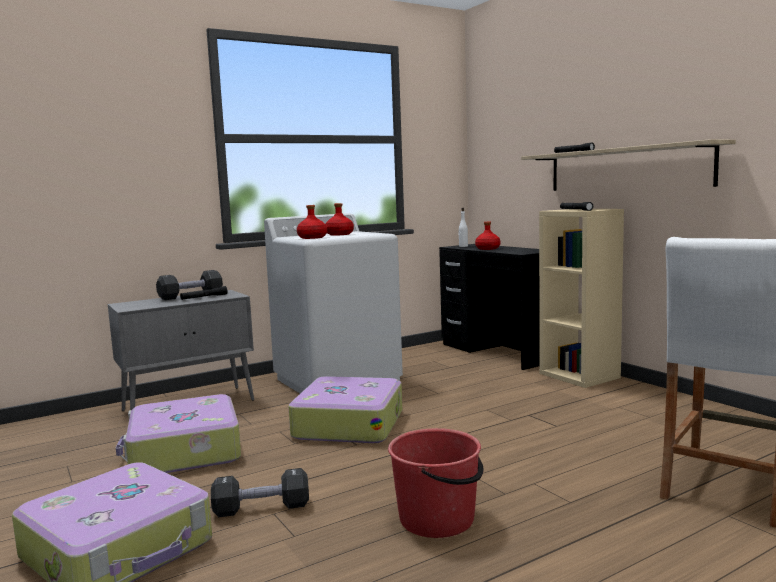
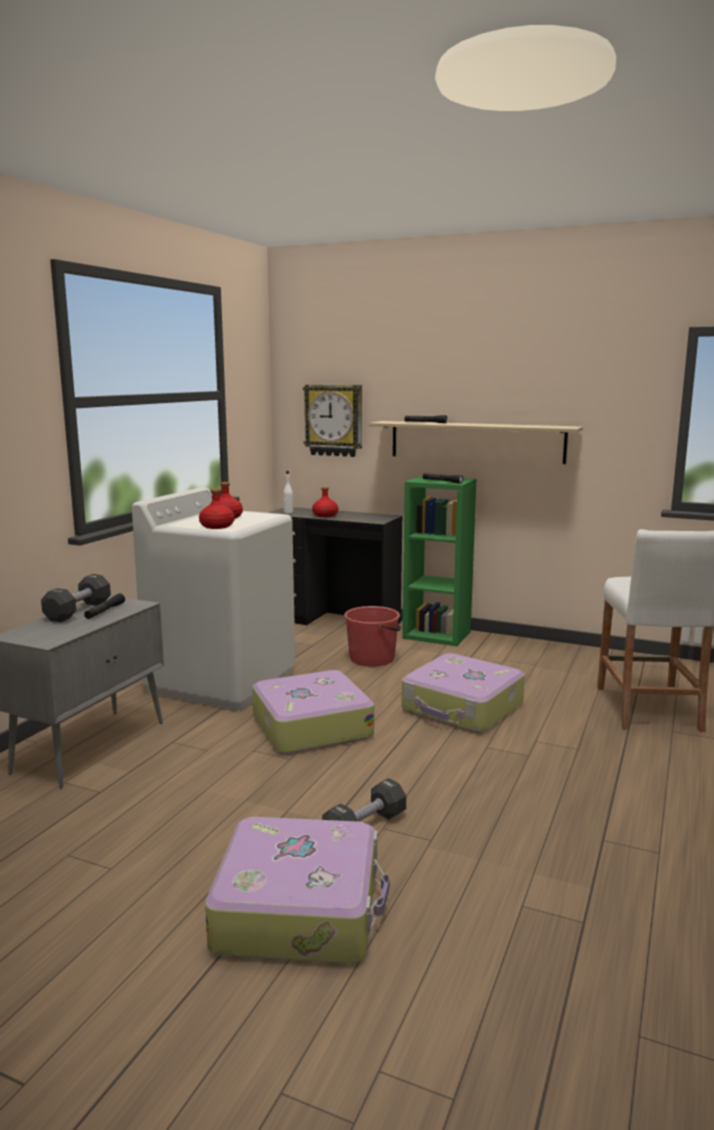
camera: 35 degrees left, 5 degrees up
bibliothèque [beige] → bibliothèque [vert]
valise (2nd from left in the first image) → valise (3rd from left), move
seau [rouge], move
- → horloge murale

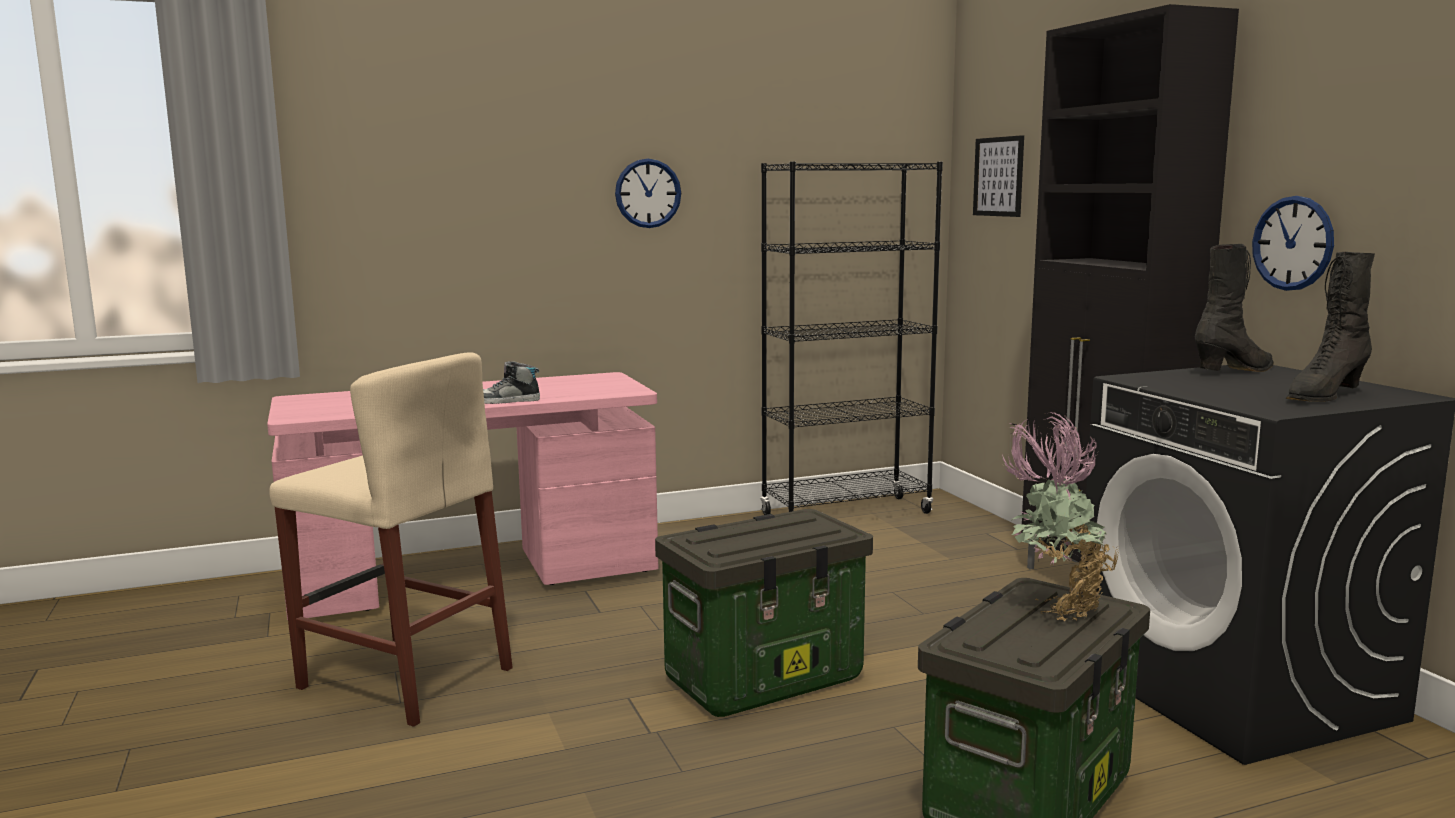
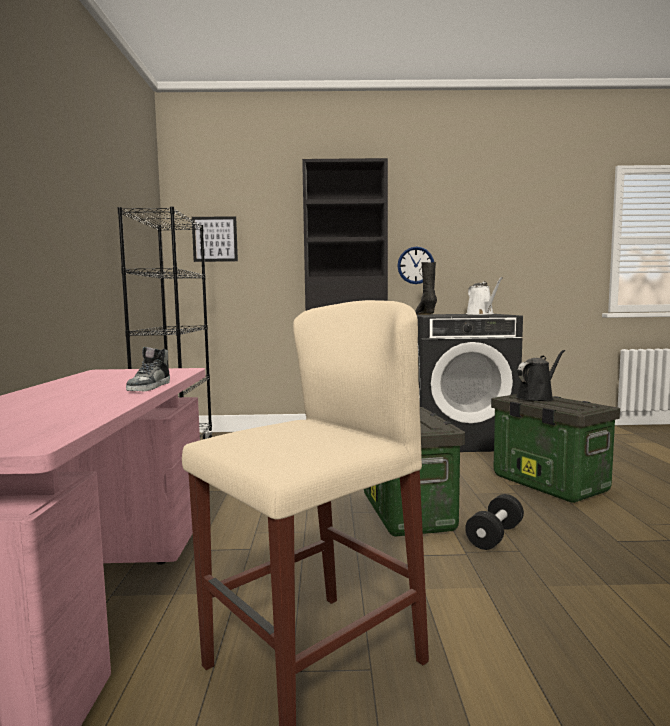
camera: 70 degrees left, 5 degrees down
horloge murale (1st from left) → -
botte [noir] (2nd from left) → arrosoir [blanc]
plante en pot → arrosoir [noir]
- → haltère [noir]

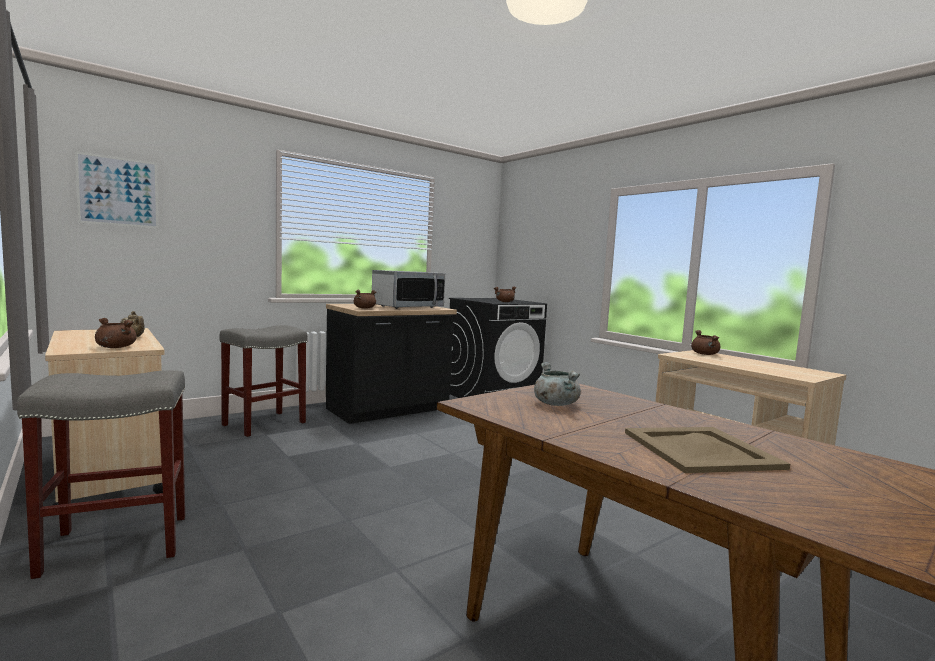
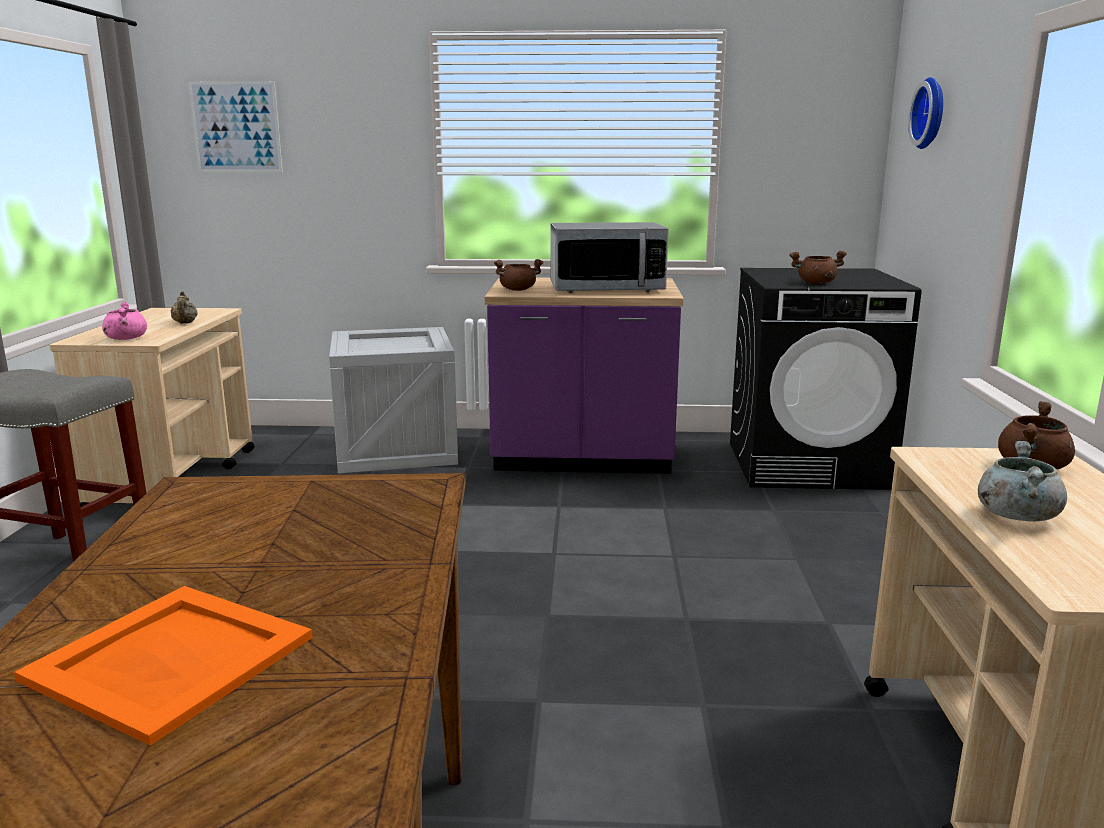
camera: 40 degrees right, 10 degrees up
comptoir de cuisine [noir] → comptoir de cuisine [violet]
marmite [marron] (1st from left) → marmite [rose]
tabouret [gris] (2nd from left) → caisse
marmite [gris], move
plateau [beige] → plateau [orange]
- → horloge murale

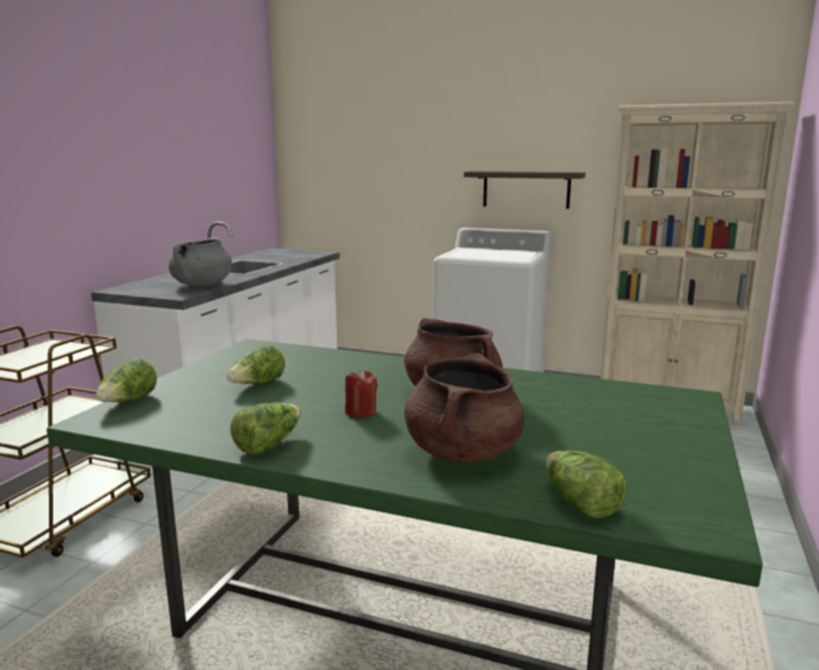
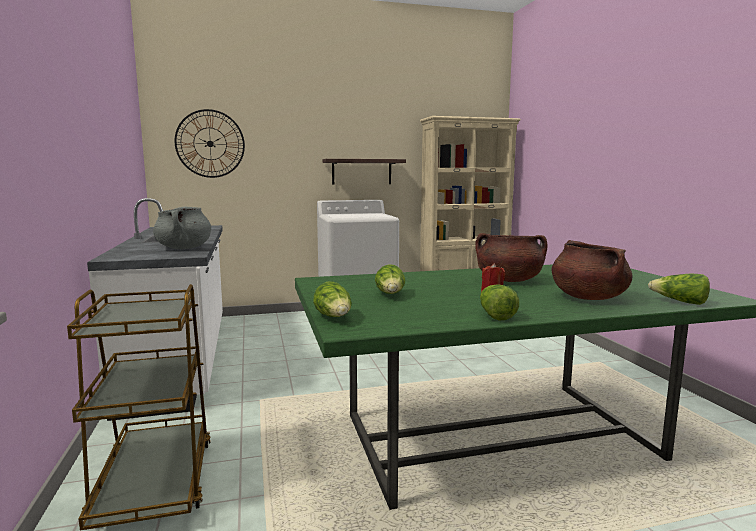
camera: 35 degrees left, 5 degrees down
- → horloge murale

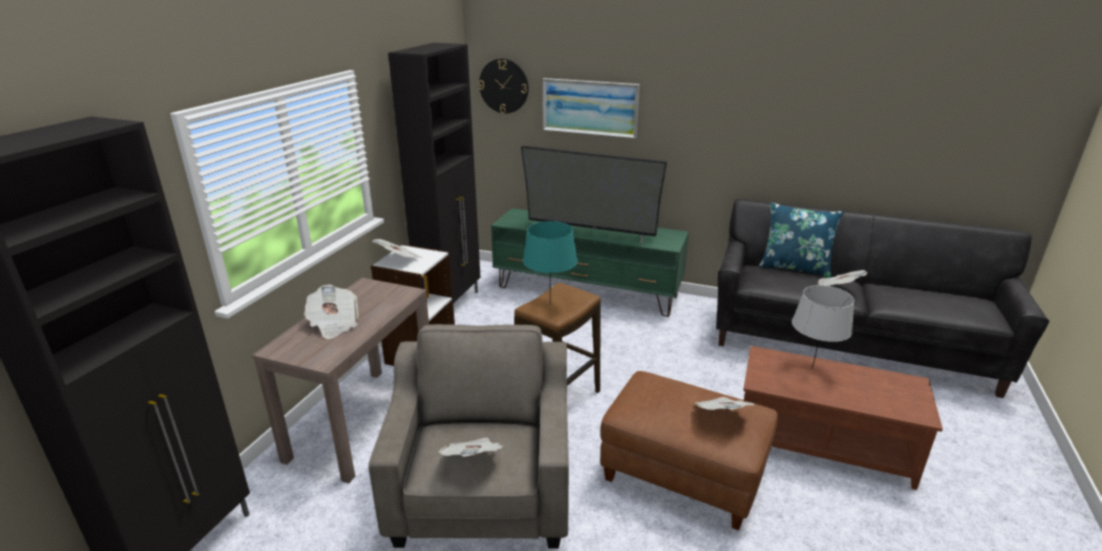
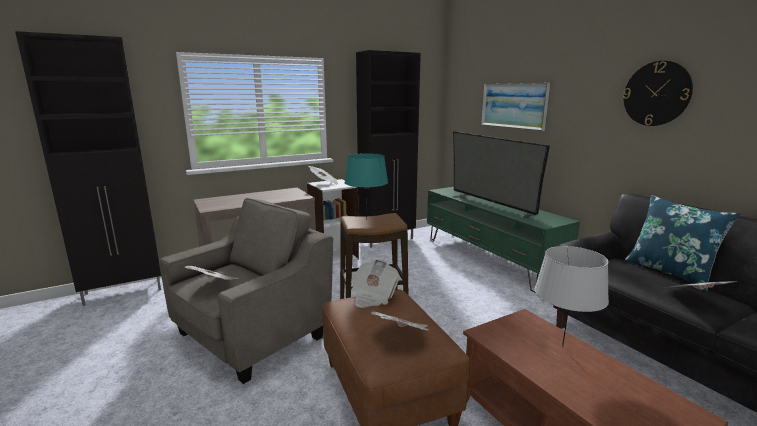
camera: 40 degrees right, 10 degrees down
horloge murale, move
journal (1st from left in the first image) → journal (3rd from left), move

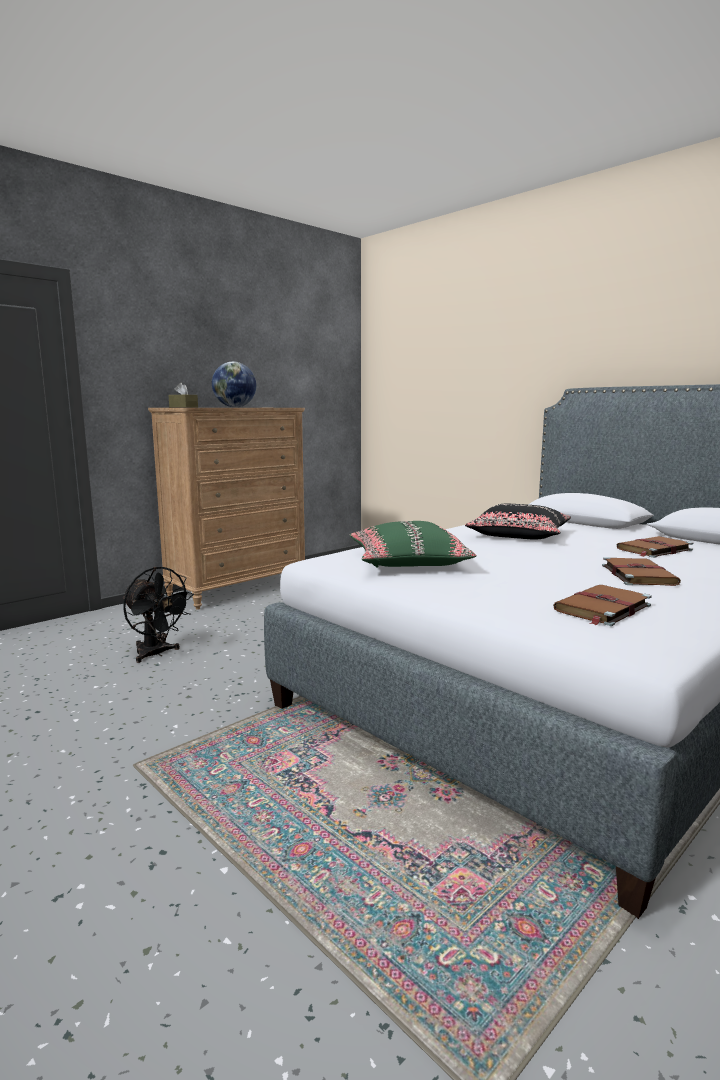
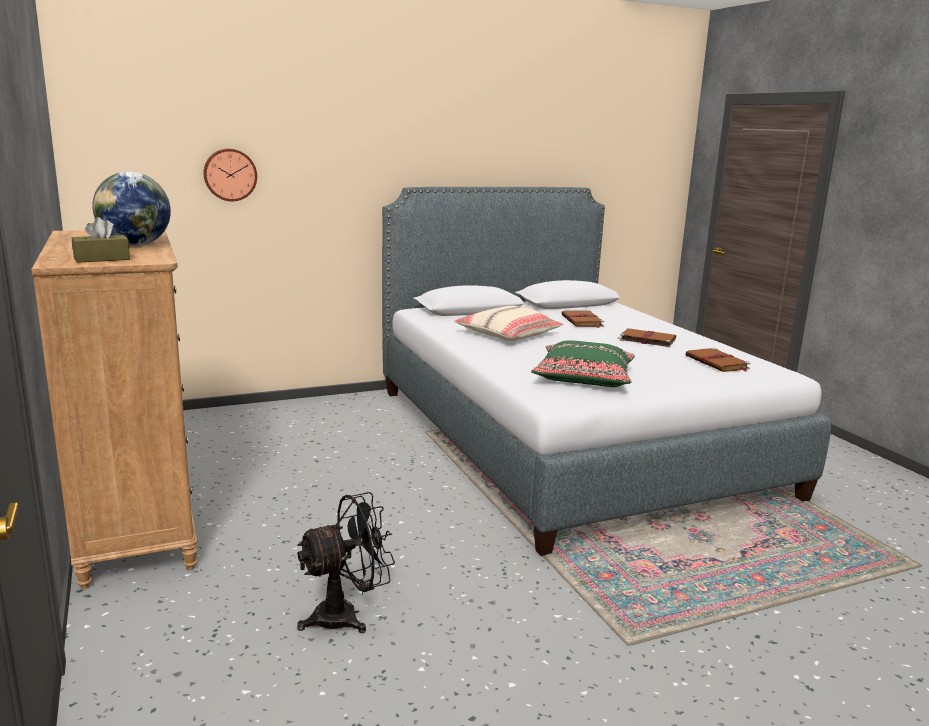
camera: 70 degrees left, 5 degrees up
coussin [noir] → coussin [beige]
- → horloge murale

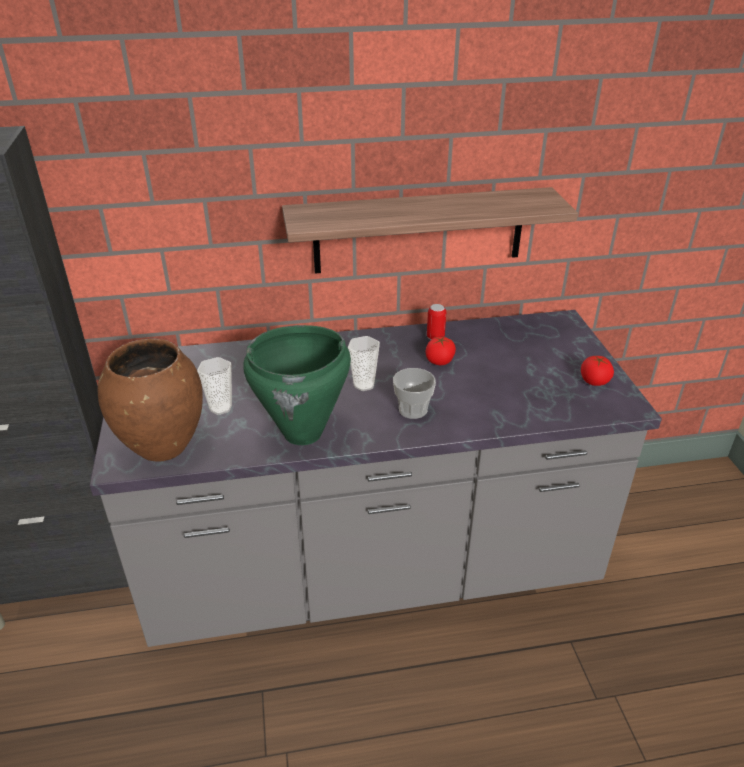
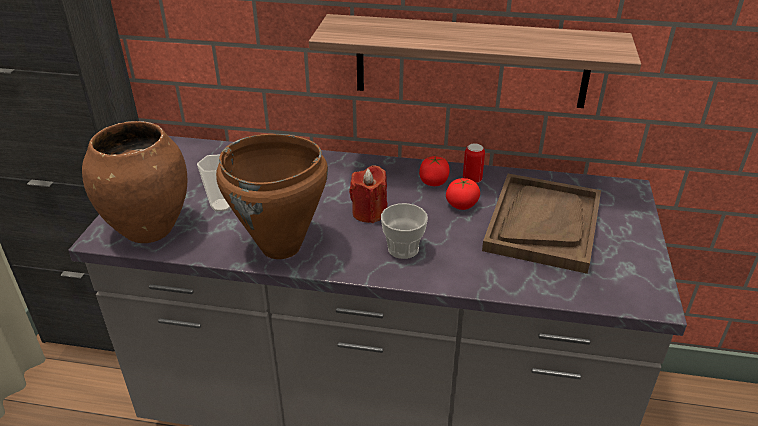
camera: 20 degrees right, 0 degrees up
marmite [vert] → marmite [marron]
tasse (2nd from left) → bougie [rouge]
tomate (2nd from left in the first image) → tomate (1st from left), move
- → plateau [marron]

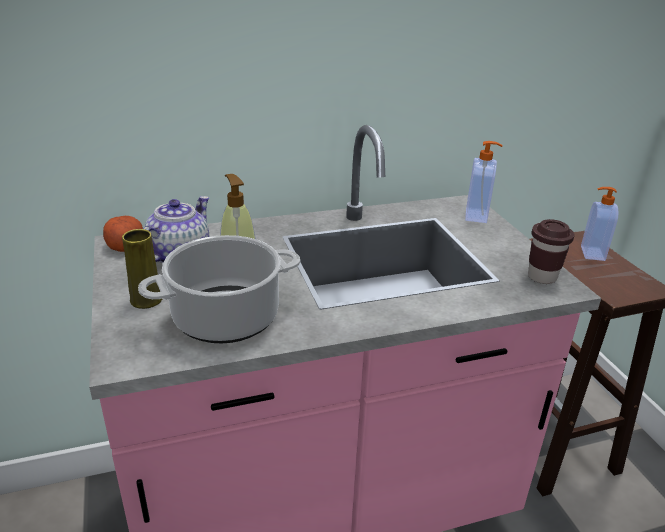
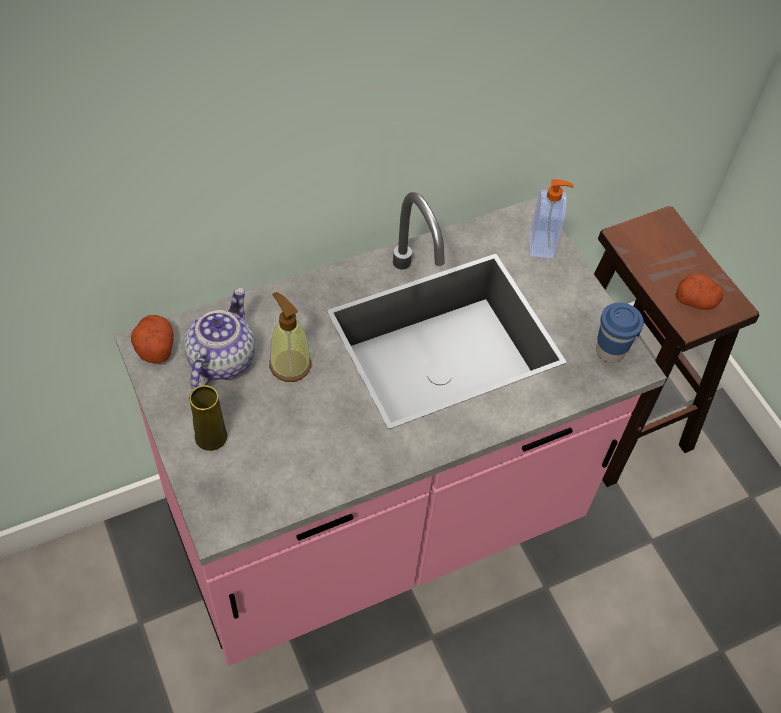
camera: 10 degrees left, 25 degrees up
distributeur de savon (3rd from left) → -
tasse [marron] → tasse [bleu]
marmite → -
- → pomme de terre (2nd from left)

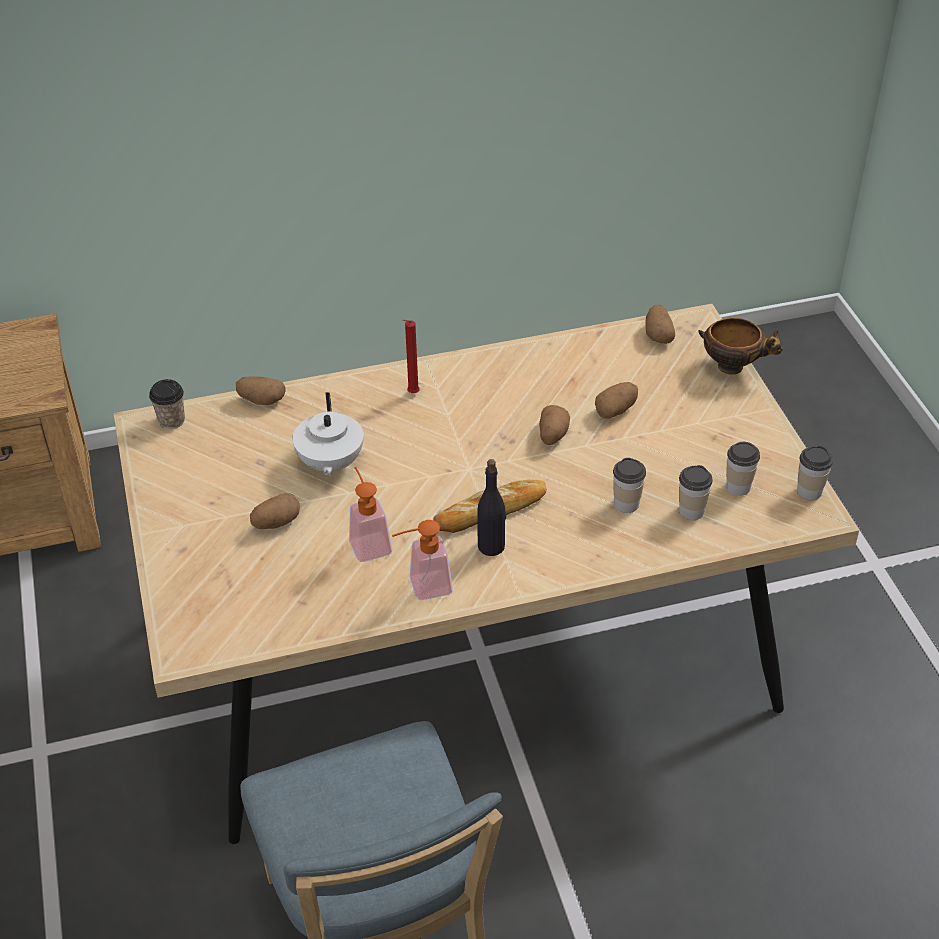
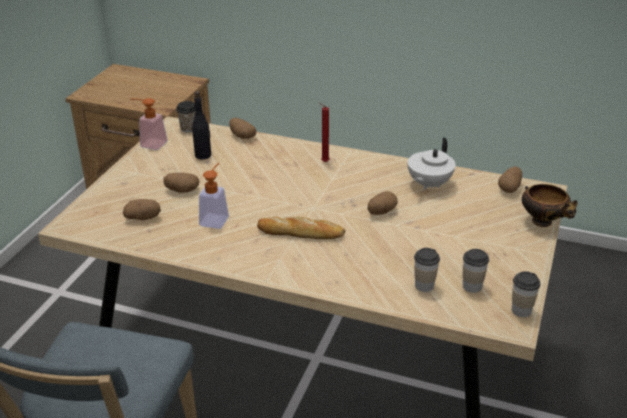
camera: 35 degrees right, 10 degrees down
pomme de terre (4th from left in the first image) → pomme de terre (1st from left), move
théière [blanc], move
tasse (2nd from left) → -
bouteille [noir], move
distributeur de savon (2nd from left in the first image) → distributeur de savon (1st from left), move

